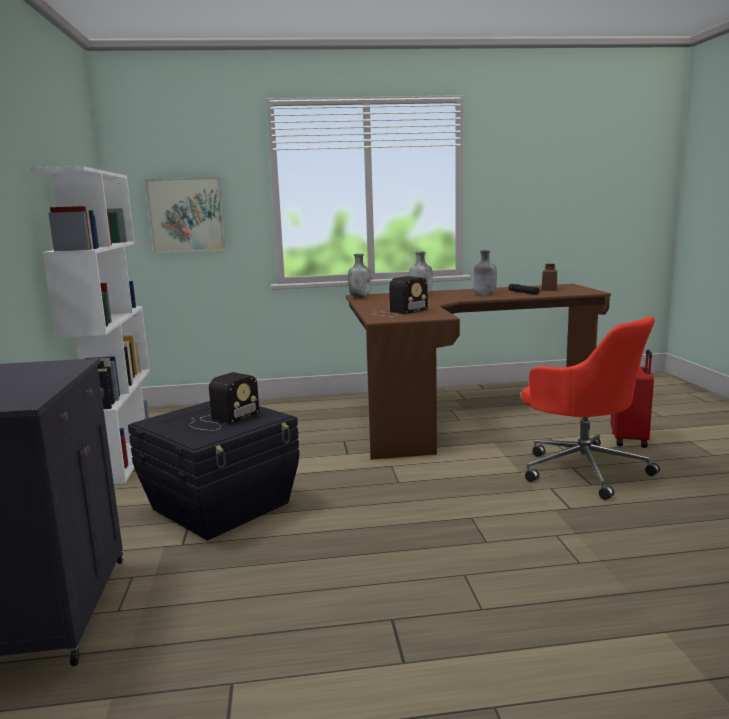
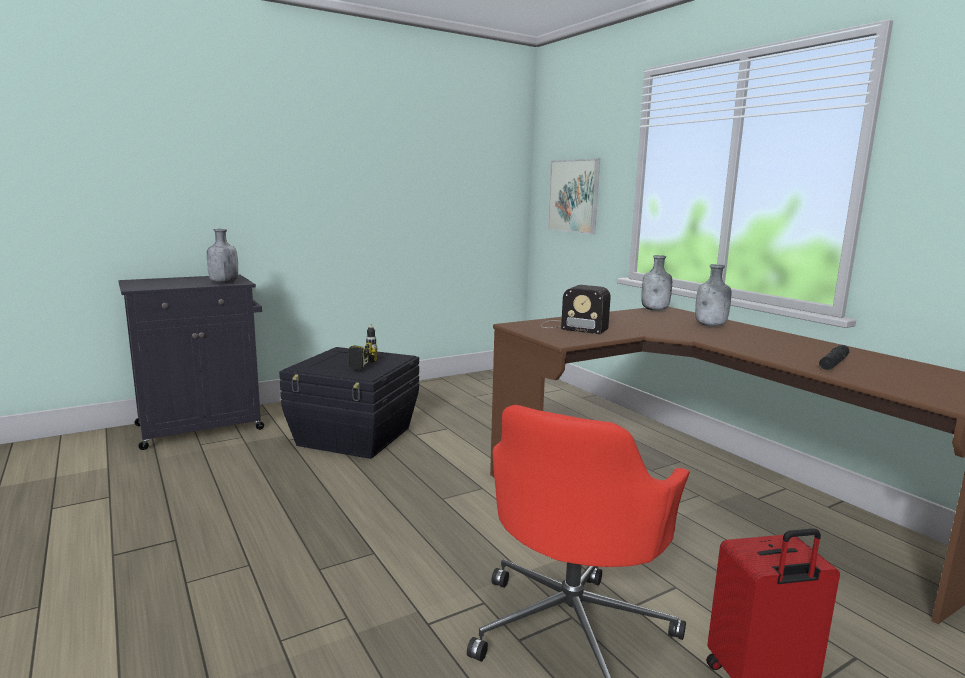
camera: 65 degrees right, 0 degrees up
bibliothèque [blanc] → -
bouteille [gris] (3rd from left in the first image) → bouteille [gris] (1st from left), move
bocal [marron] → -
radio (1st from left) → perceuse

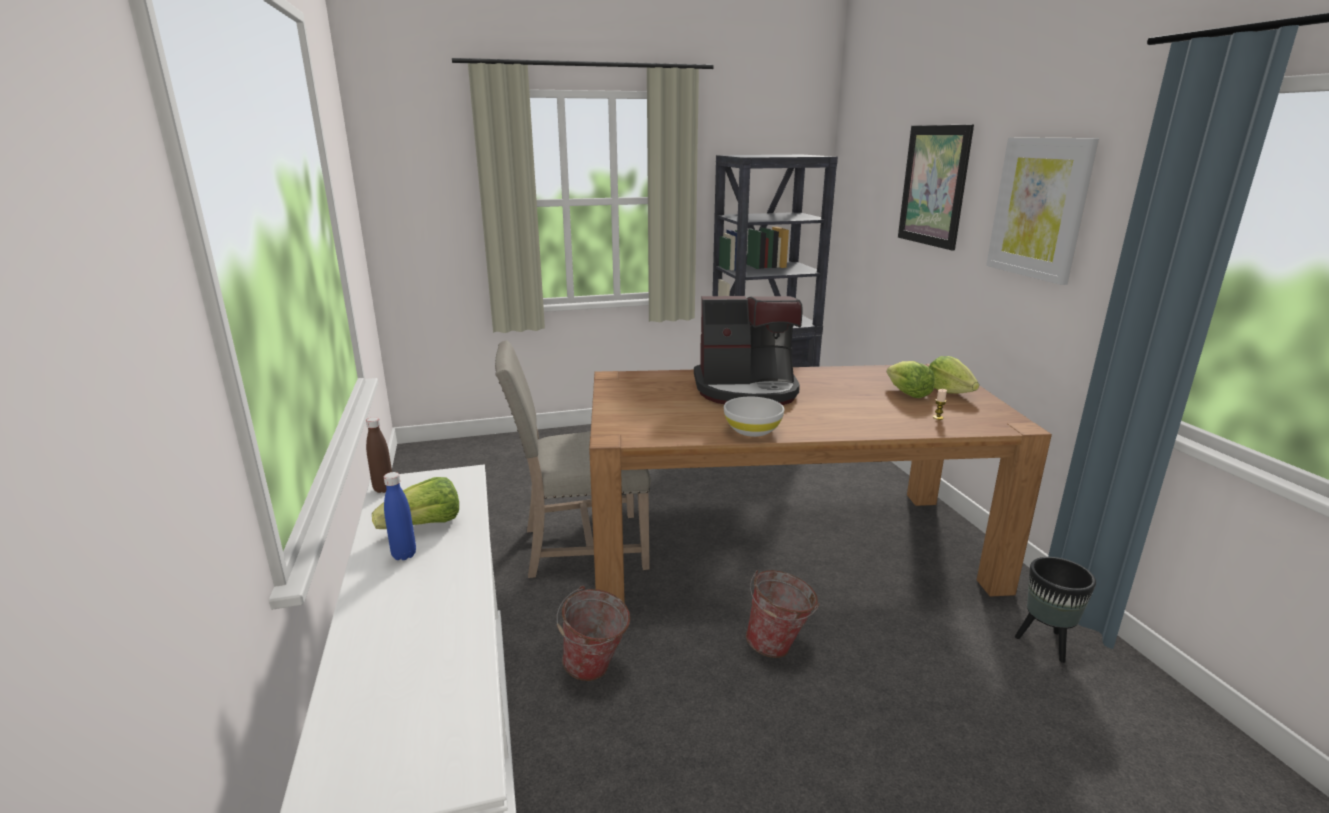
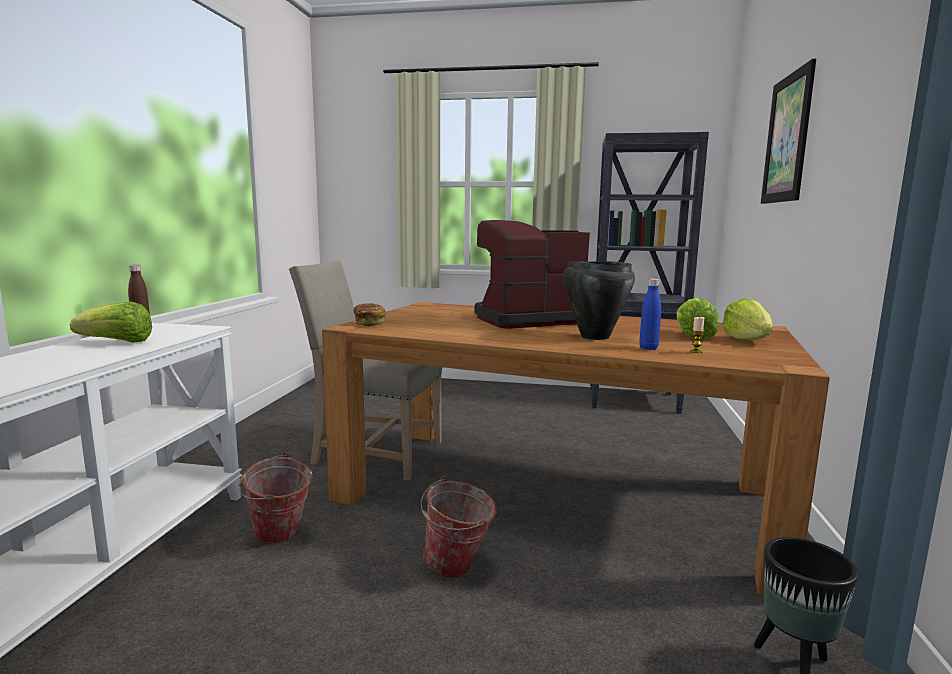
camera: 25 degrees right, 10 degrees down
tableau (2nd from left) → -
machine à café, 135 degrees clockwise
bol [blanc] → -
bouteille [bleu], move
- → marmite [noir]
- → pain

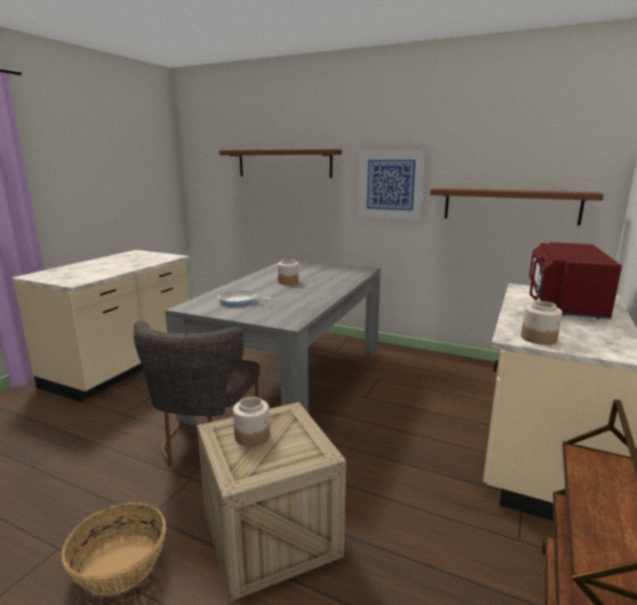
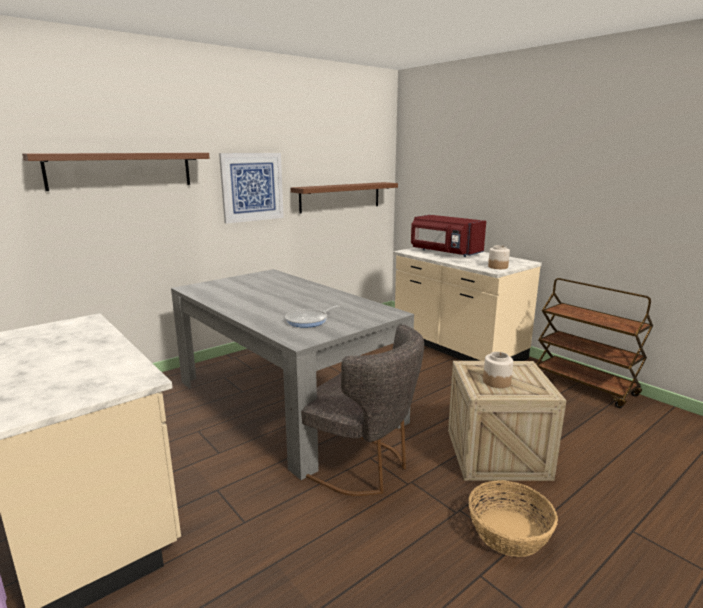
camera: 65 degrees left, 0 degrees up
bocal (2nd from left) → -

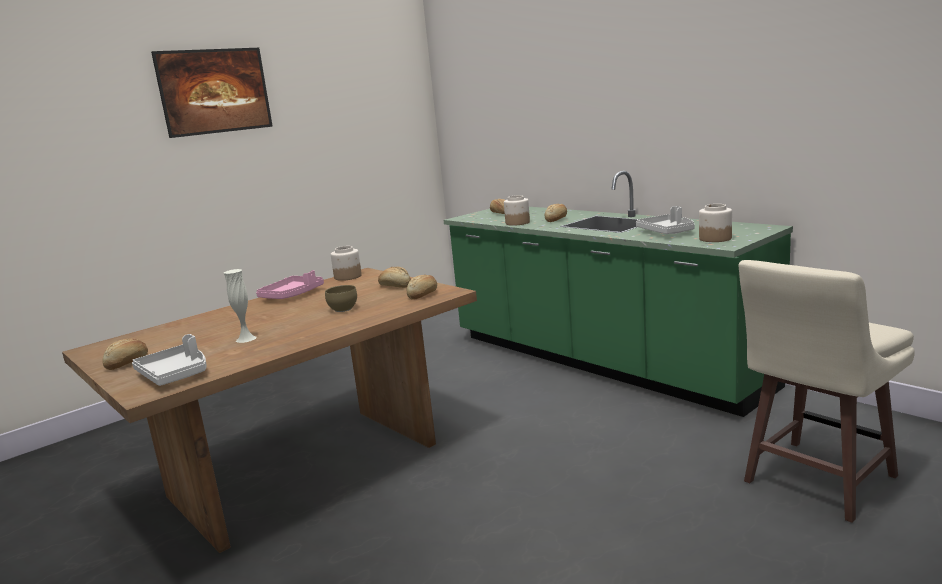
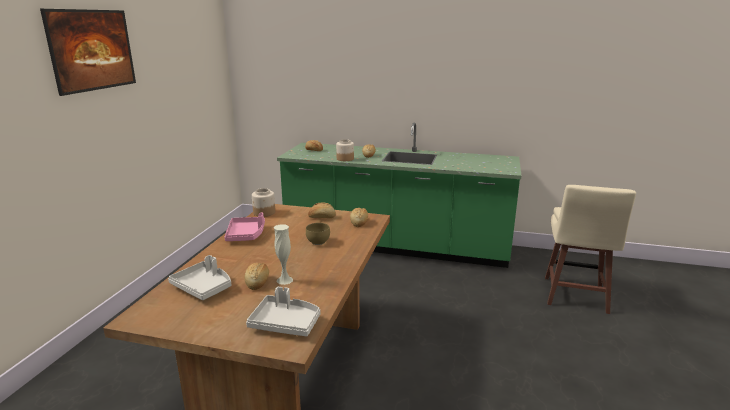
camera: 35 degrees left, 5 degrees up
bocal (3rd from left) → -
plateau [gris] (2nd from left in the first image) → plateau [gris] (1st from left), move
pain (1st from left), move

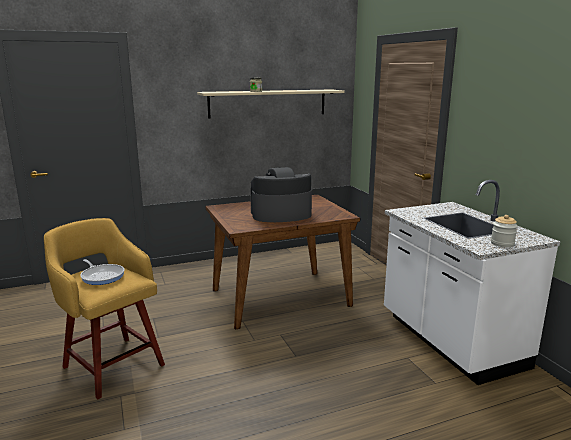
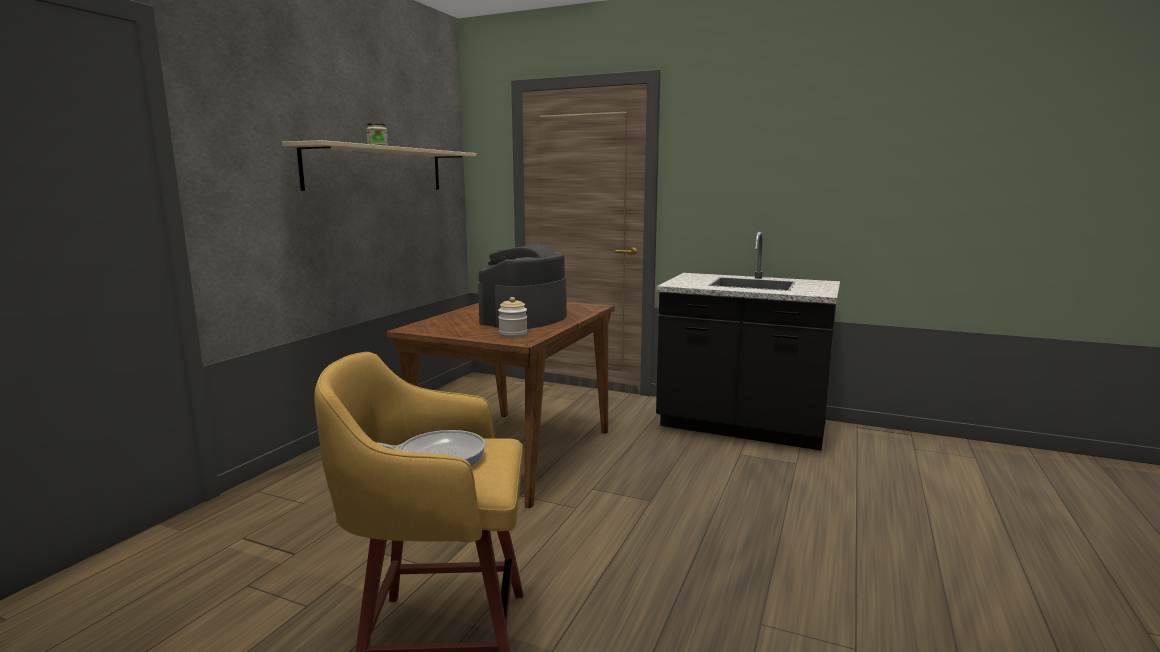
camera: 45 degrees left, 5 degrees down
comptoir de cuisine [blanc] → comptoir de cuisine [noir]
bocal (2nd from left), move

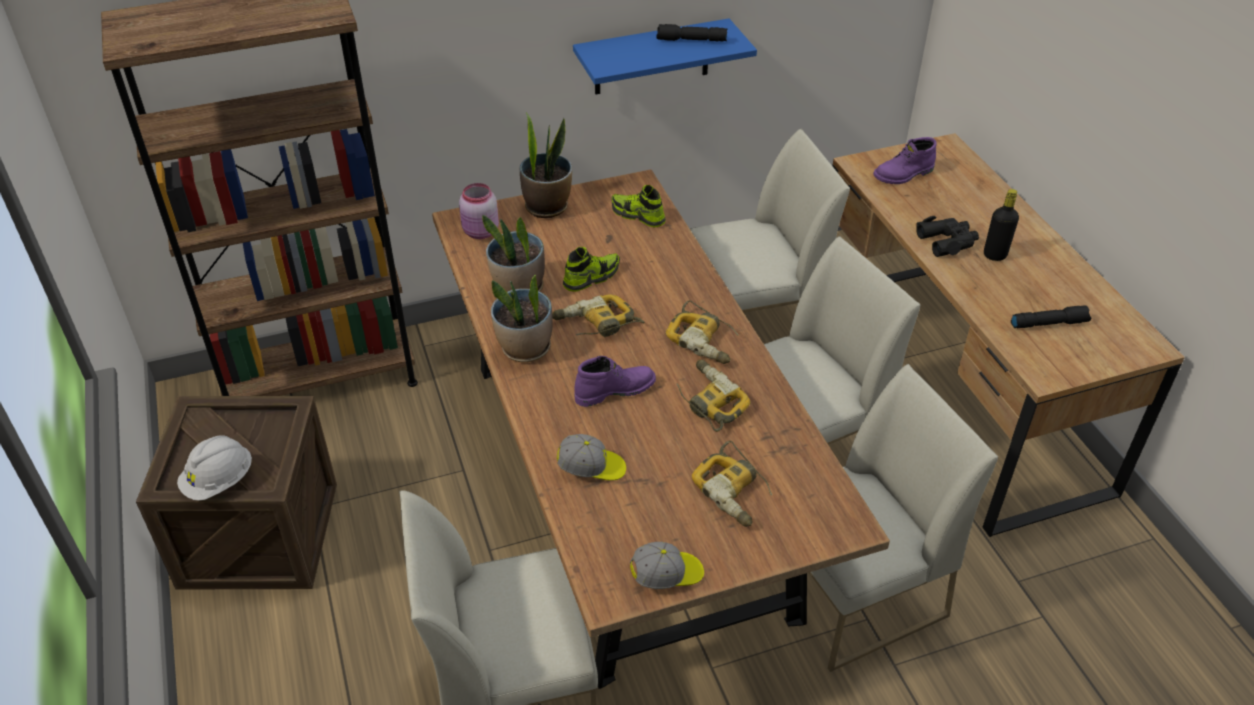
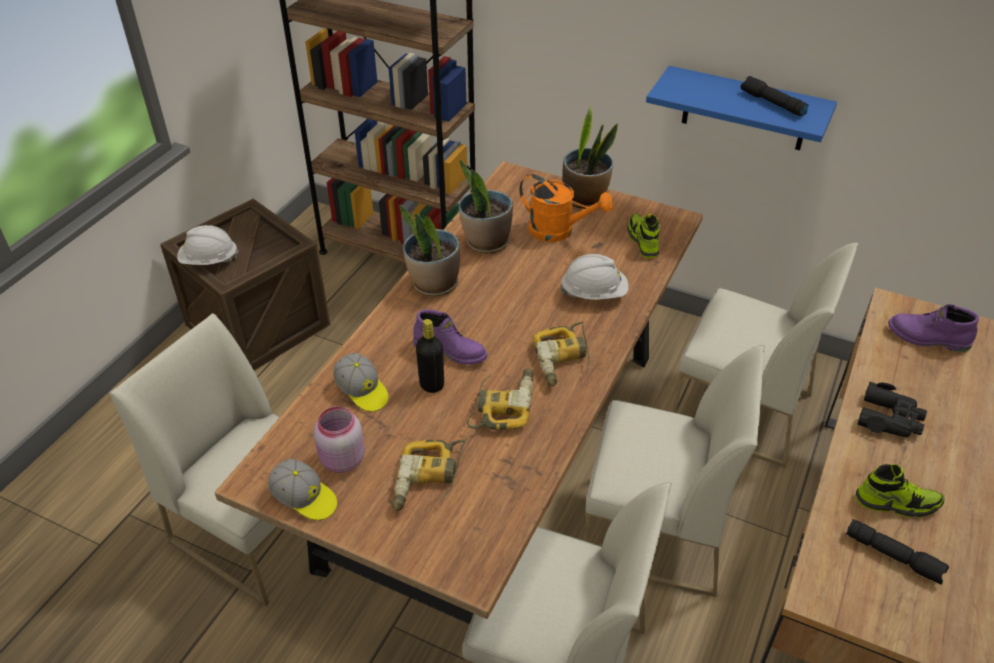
camera: 45 degrees right, 0 degrees up
bocal [rose], move
bouteille [noir], move
chaussure (1st from left in the first image) → chaussure (2nd from left), move
perceuse (1st from left) → -
- → arrosoir [orange]
- → casque de chantier [blanc] (2nd from left)

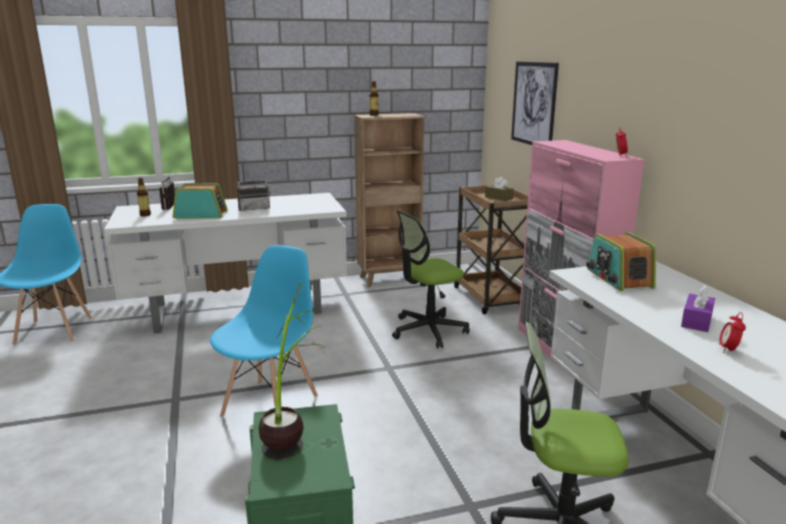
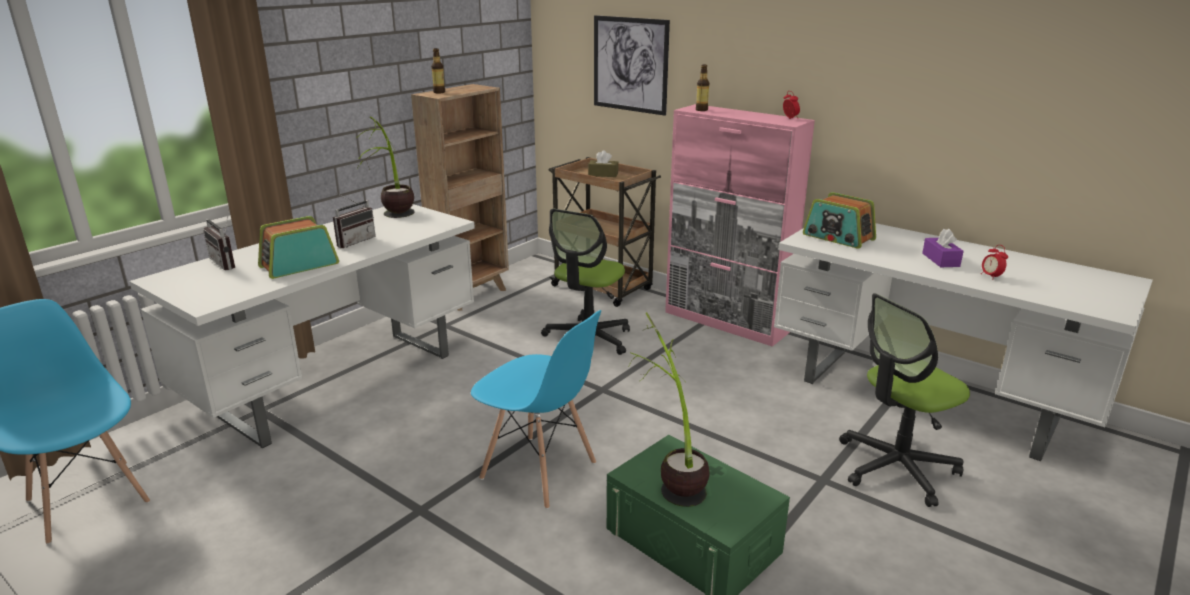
camera: 35 degrees left, 5 degrees up
bouteille (1st from left in the first image) → bouteille (2nd from left), move
chaise [bleu] (2nd from left), 135 degrees clockwise
- → plante en pot (1st from left)

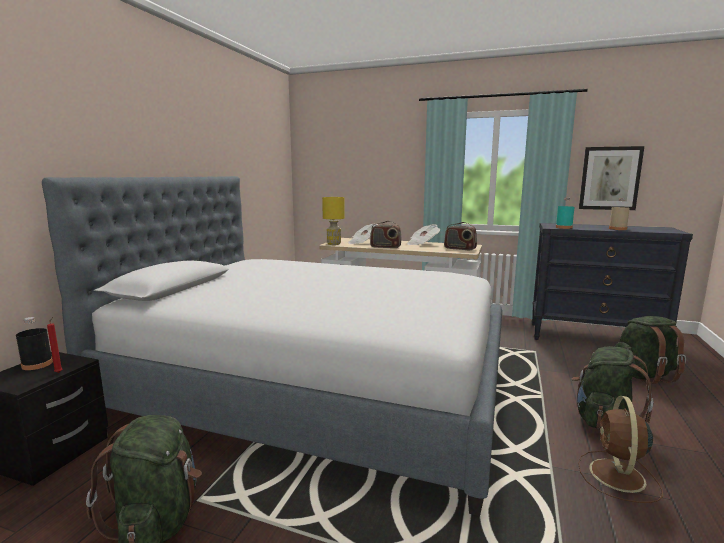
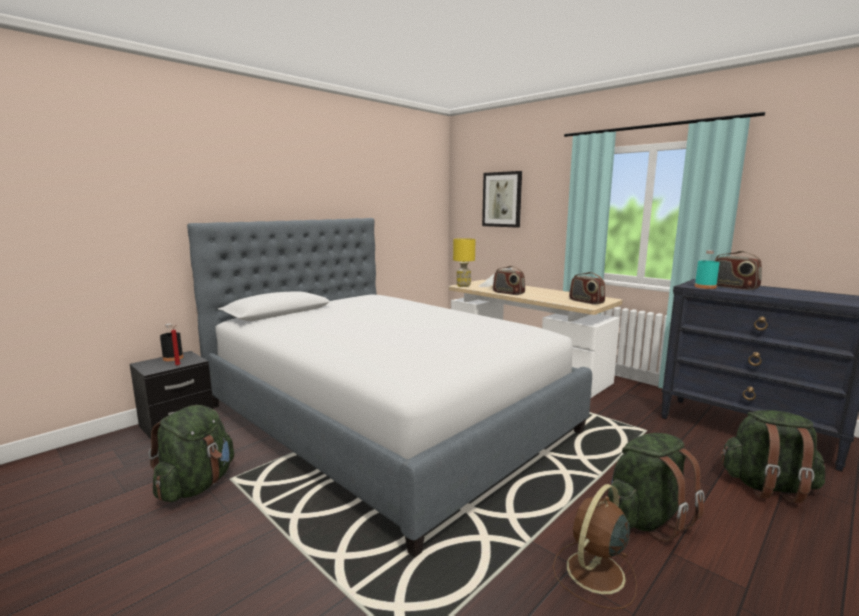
camera: 25 degrees right, 0 degrees up
tableau, move
bouteille [beige] → -
journal (2nd from left) → -
- → radio (3rd from left)

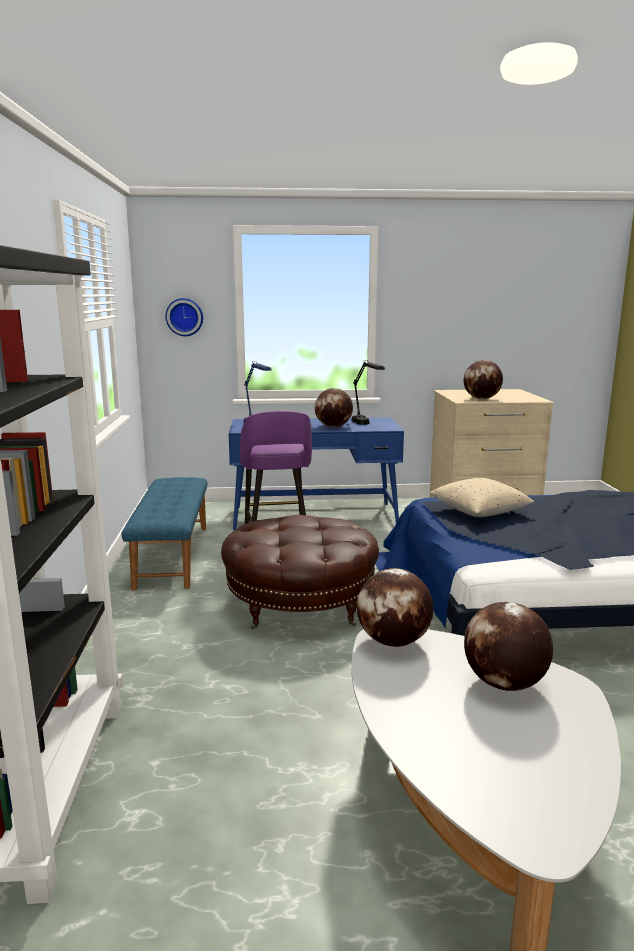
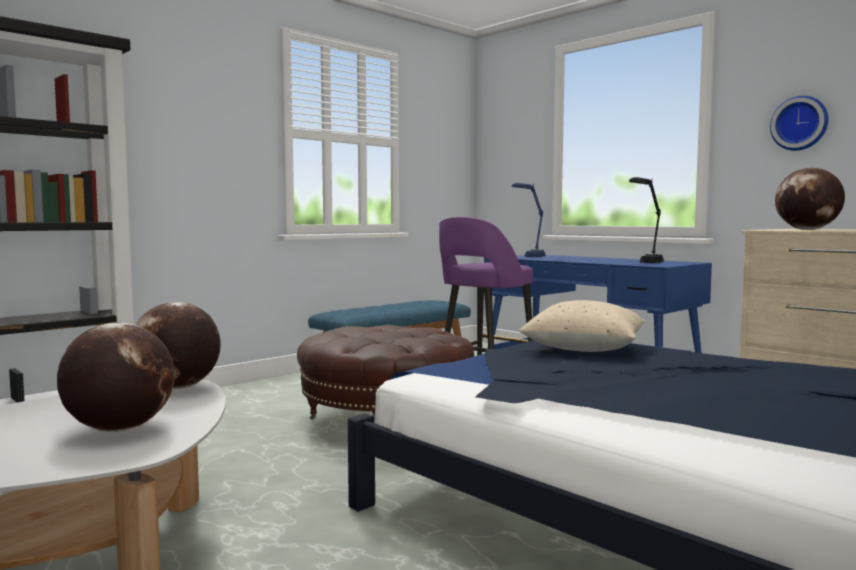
camera: 50 degrees right, 10 degrees down
horloge murale, move
globe (1st from left) → -

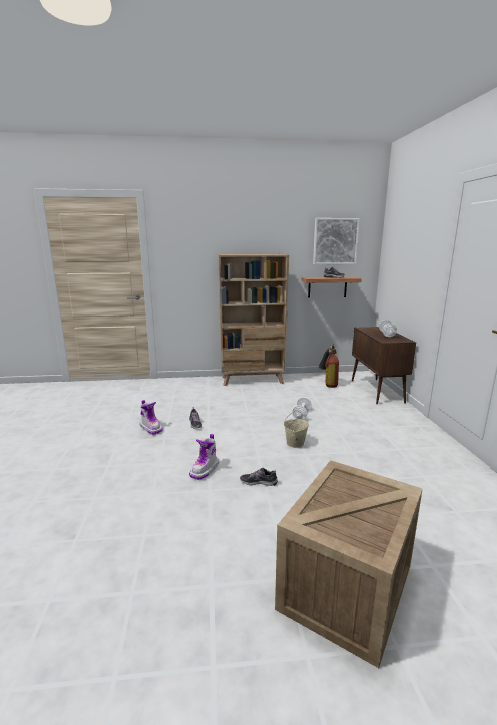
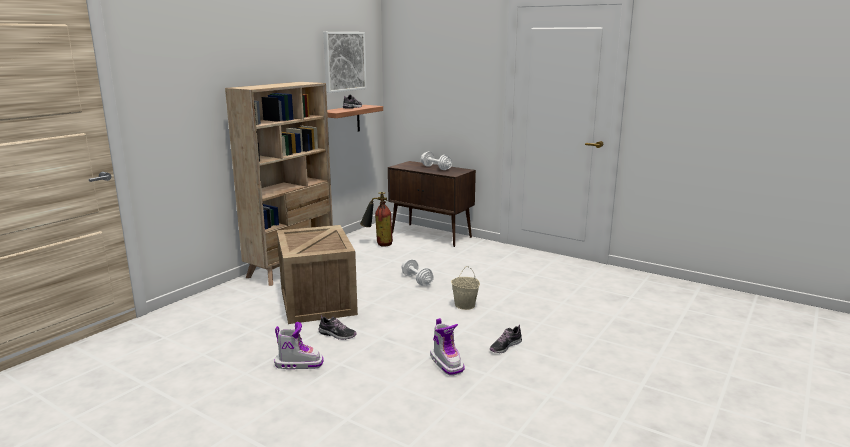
camera: 50 degrees left, 0 degrees up
caisse, move

